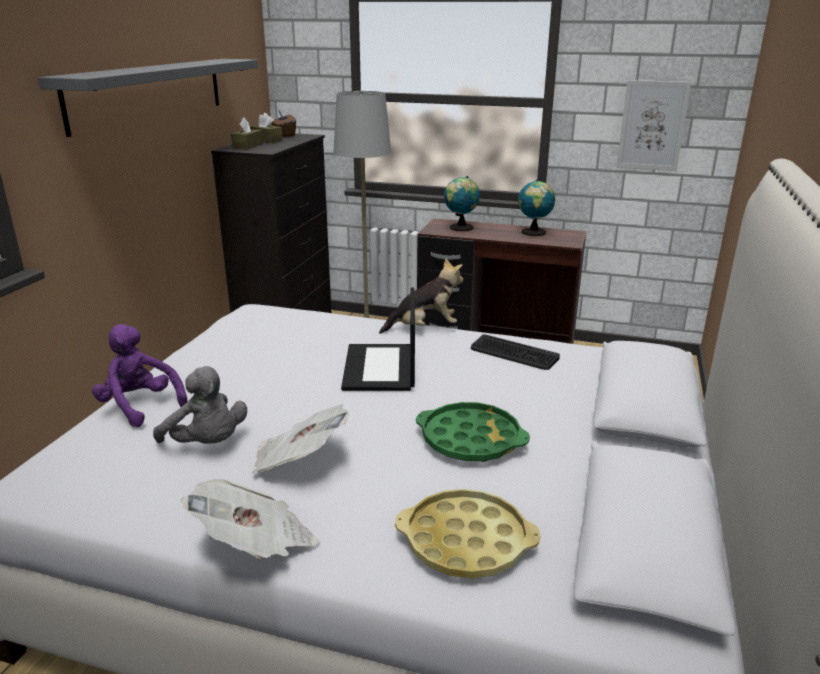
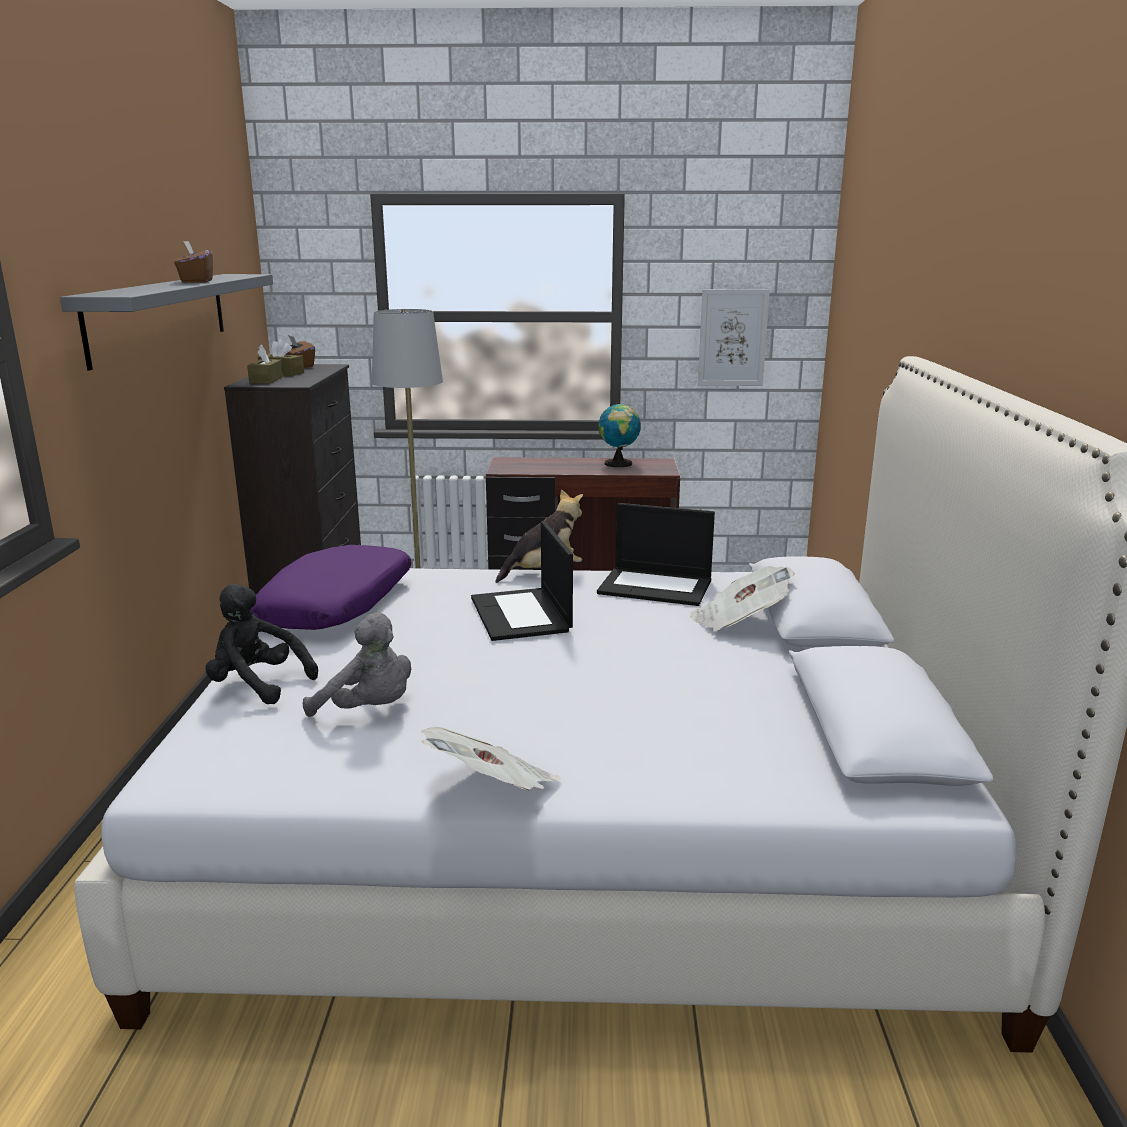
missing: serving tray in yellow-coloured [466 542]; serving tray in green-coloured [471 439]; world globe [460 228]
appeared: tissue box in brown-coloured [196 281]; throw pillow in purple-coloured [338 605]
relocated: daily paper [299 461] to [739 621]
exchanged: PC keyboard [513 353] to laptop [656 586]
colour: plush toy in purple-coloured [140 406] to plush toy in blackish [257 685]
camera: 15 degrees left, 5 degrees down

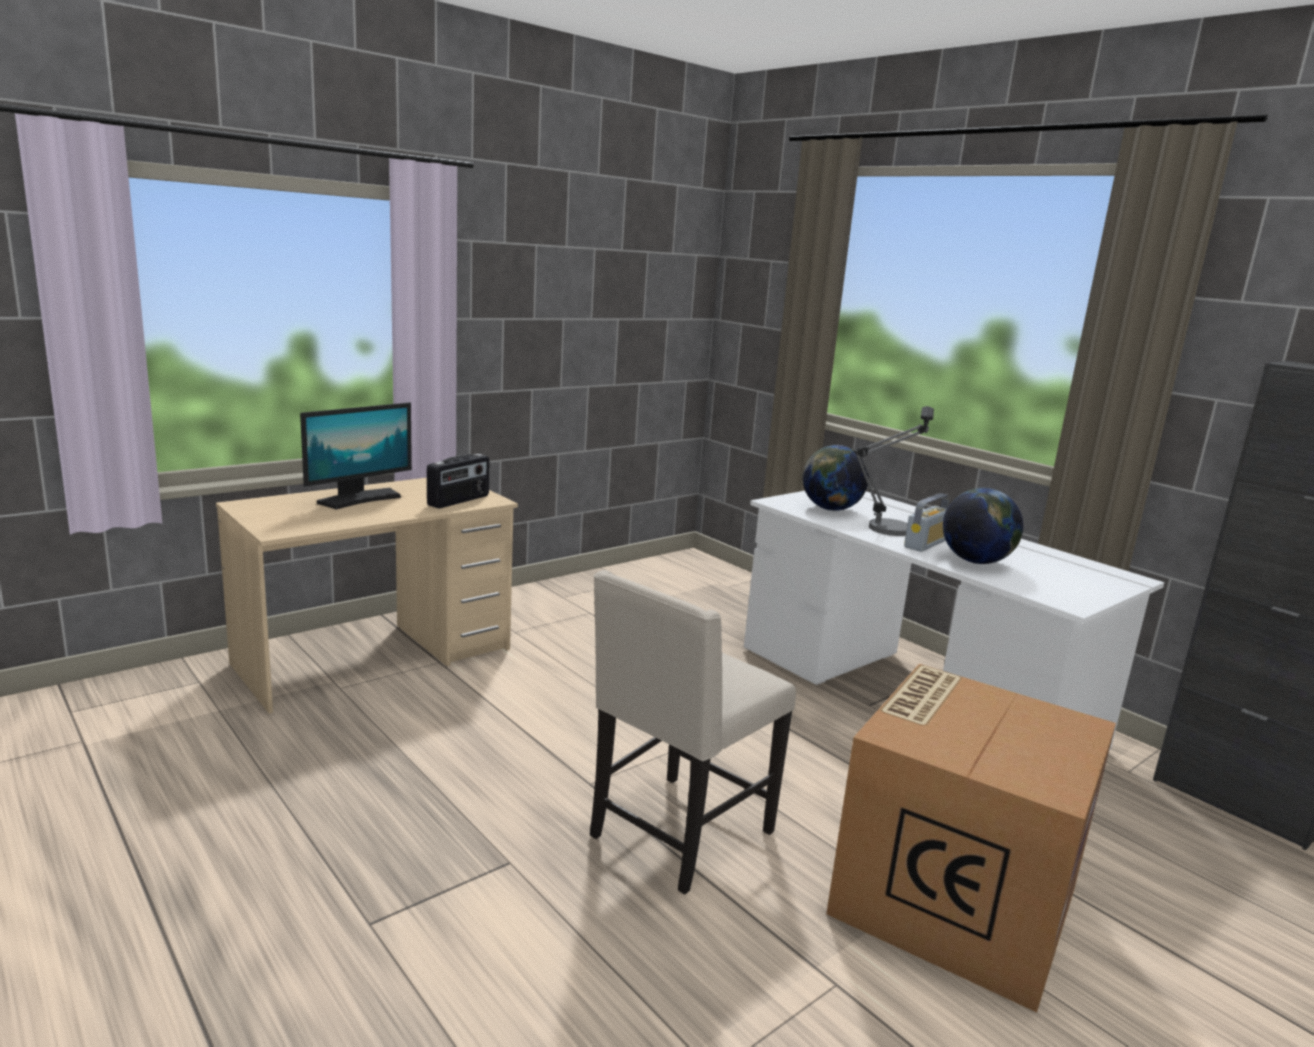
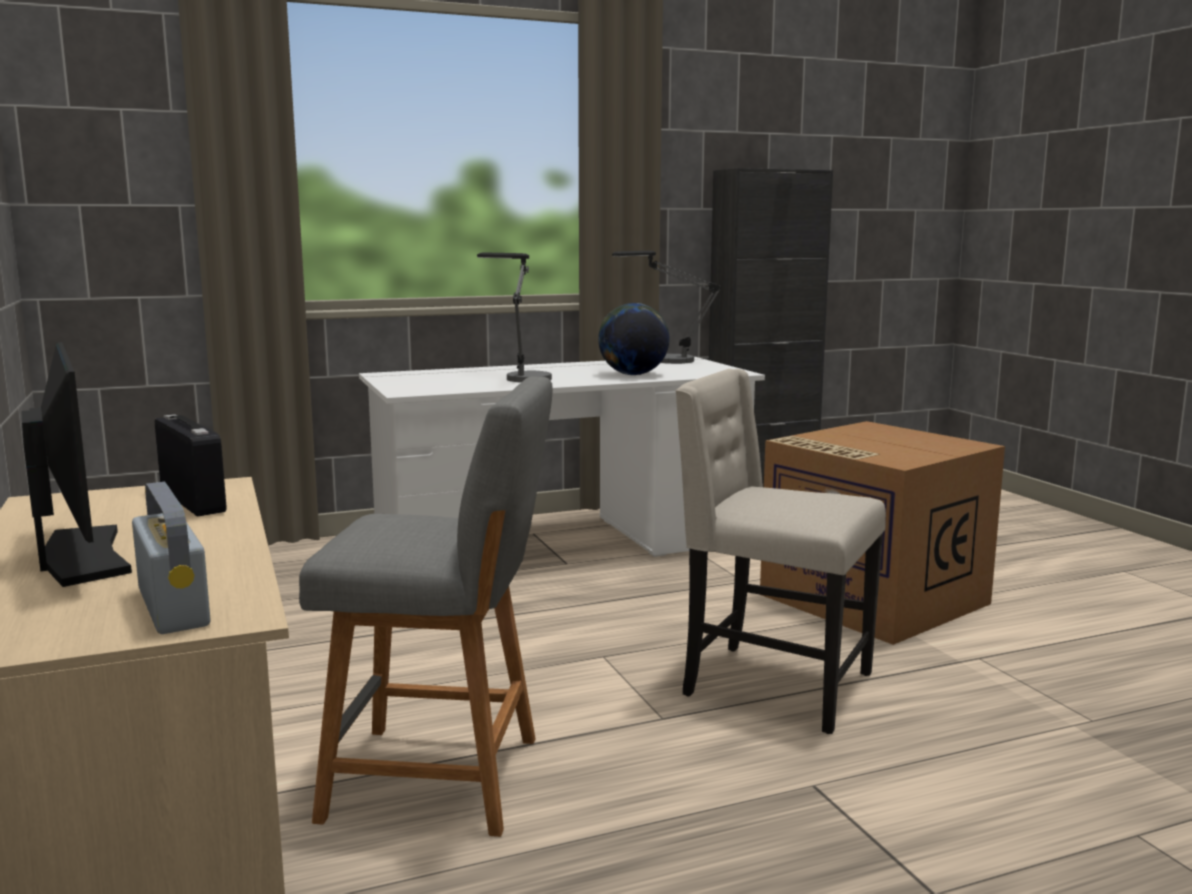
missing: world globe [830 509]
appeared: sitting stool in greyish [444 779]; tabletop lamp [664 362]
relocated: radio set [925 543] to [173 607]
spun: chair in sand-coloured [677 835] = [773 685] 150 degrees clockwise
camera: 70 degrees left, 5 degrees down

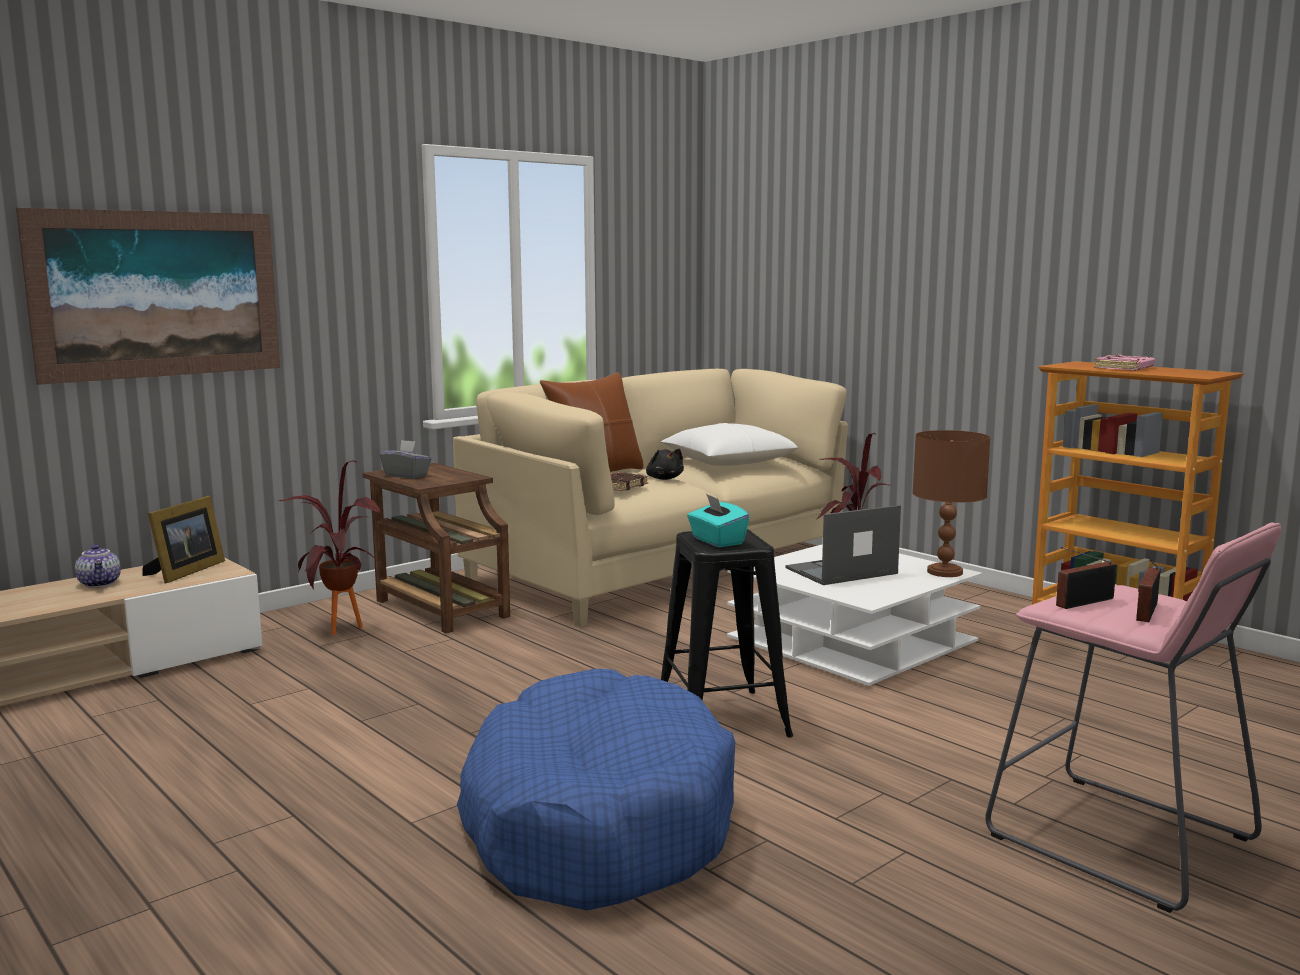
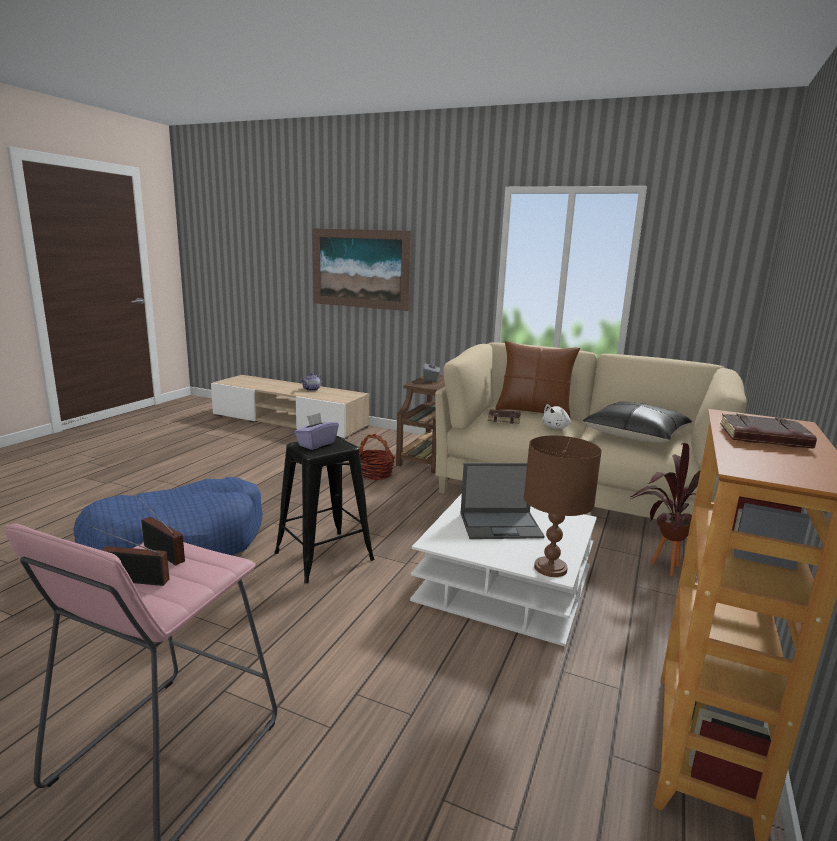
missing: picture frame [184 572]; houseplant [339 633]
appeared: household basket [374 474]
colour: plush toy in blackish [664 479] to plush toy in white-coloured [556 427]; throw pillow in white-coloured [728 462] to throw pillow in blackish [635 435]; tissue box in turquoise [717 541] to tissue box in purple-coloured [316 444]; bound book in pinkish [1124 368] to bound book in brown-coloured [763 438]
spun: laptop [840 571] = [501 525] 135 degrees clockwise
camera: 65 degrees right, 5 degrees up

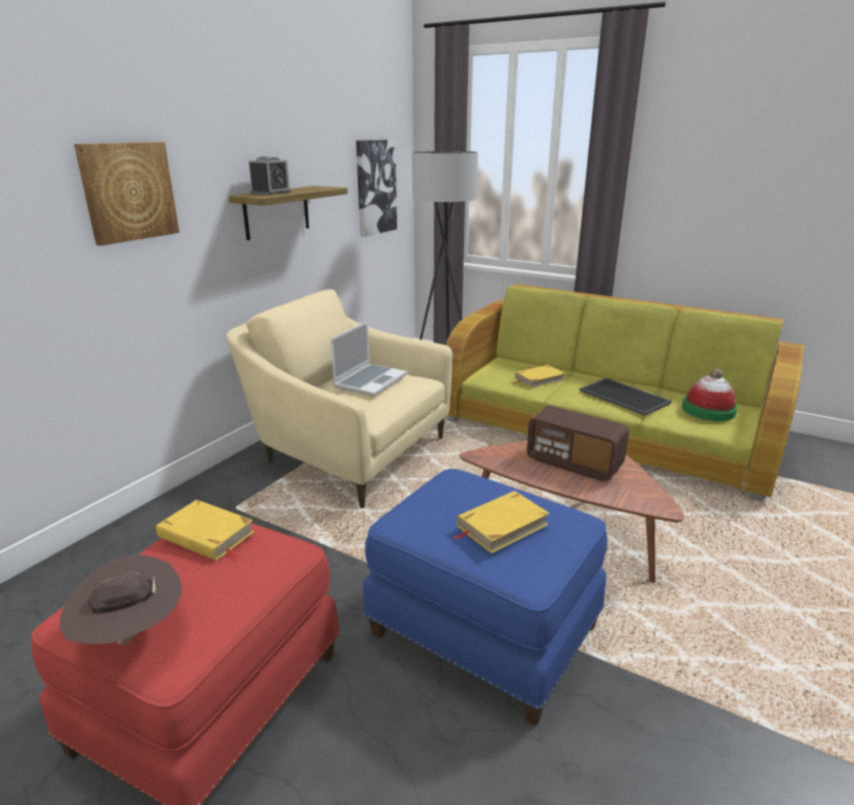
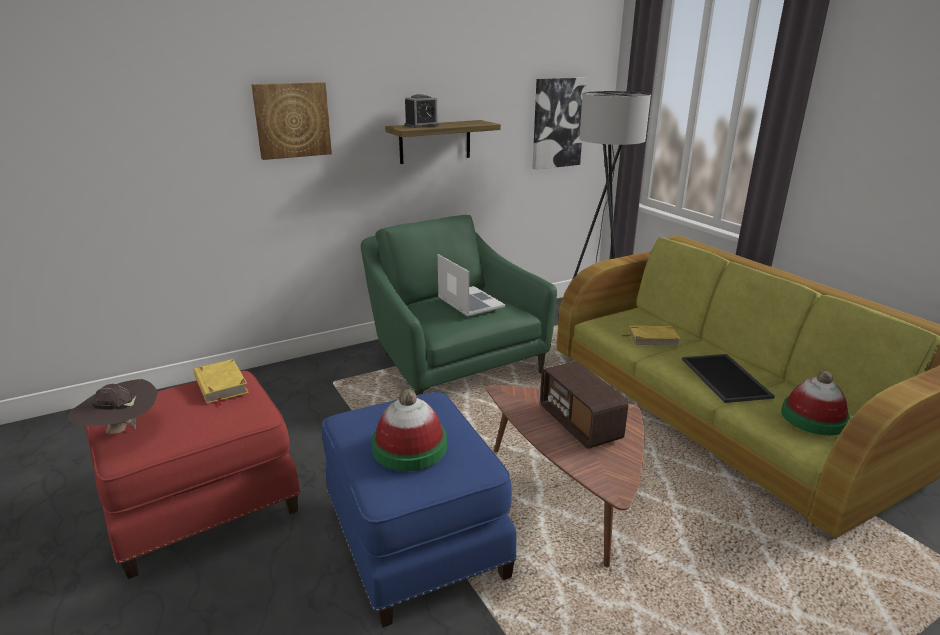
exchanged: bound book in yellow-coloured [502 525] to hat [410 447]
colour: easy chair in sand-coloured [347 453] to easy chair in green-coloured [450 364]
spun: laptop [370 381] = [469 303] 90 degrees counterclockwise
camera: 30 degrees right, 0 degrees up

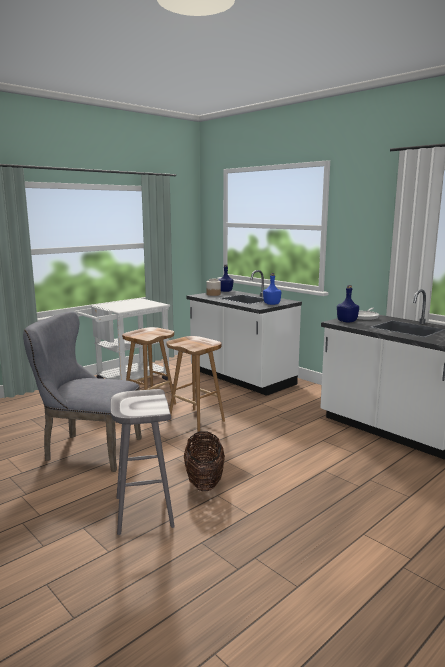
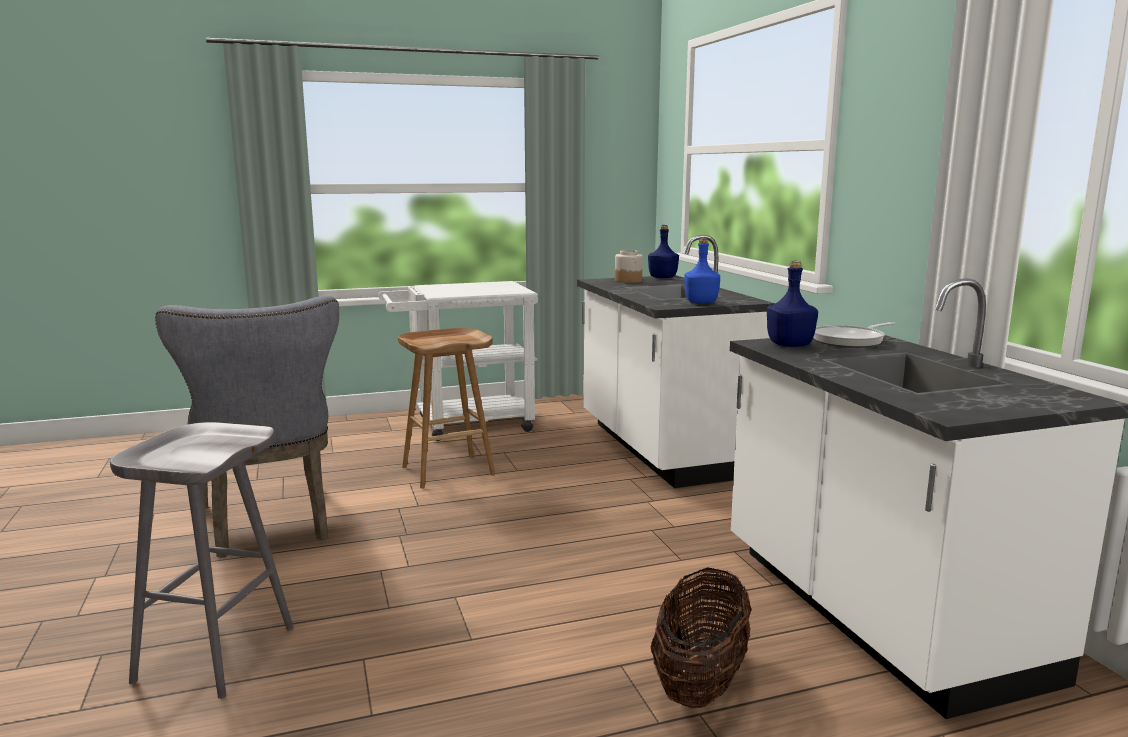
missing: sitting stool in brown-coloured [197 420]
relocated: household basket [204 481] to [700 681]
spun: chair in greyish [87 450] = [269 525] 150 degrees counterclockwise
camera: 25 degrees right, 0 degrees up

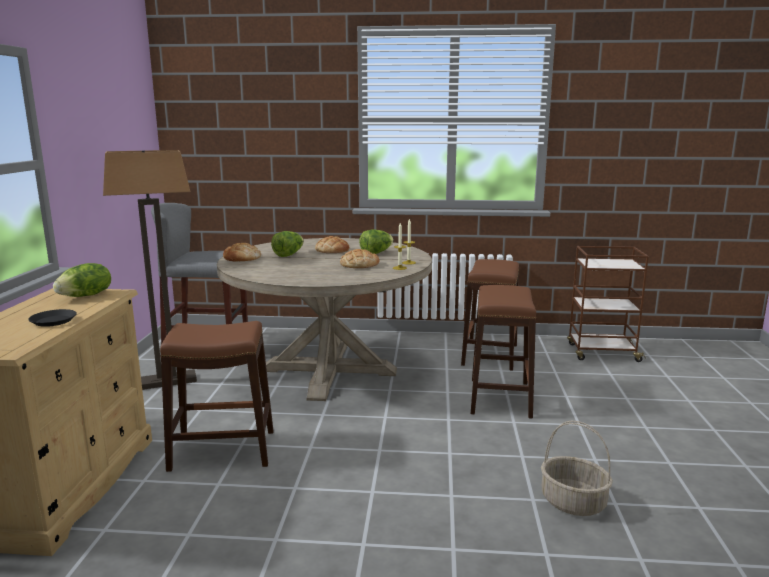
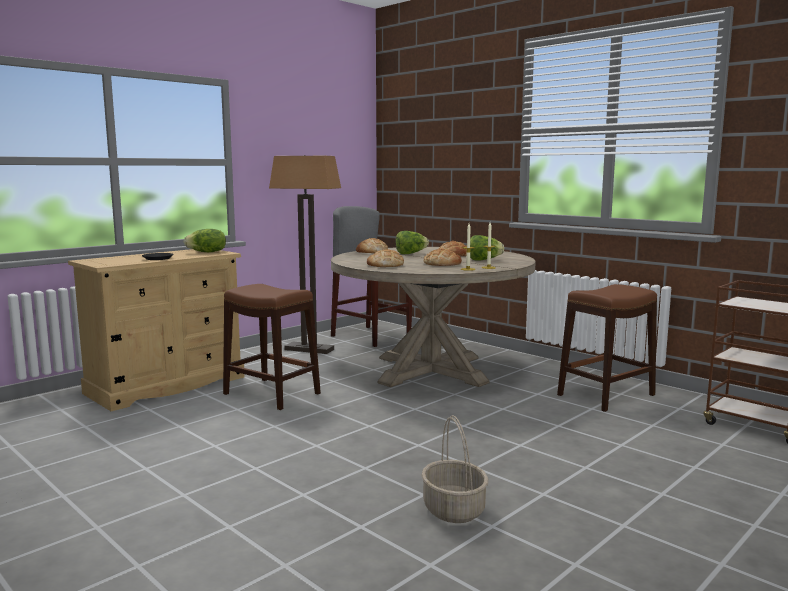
missing: sitting stool in brown-coloured [500 397]
appeared: bakery bread [385 265]
camera: 40 degrees right, 5 degrees down

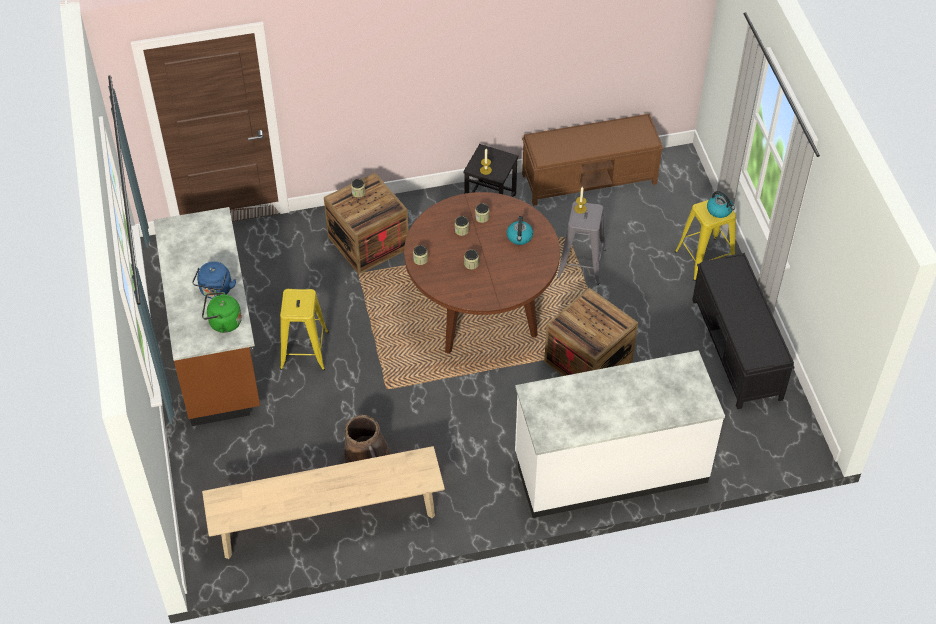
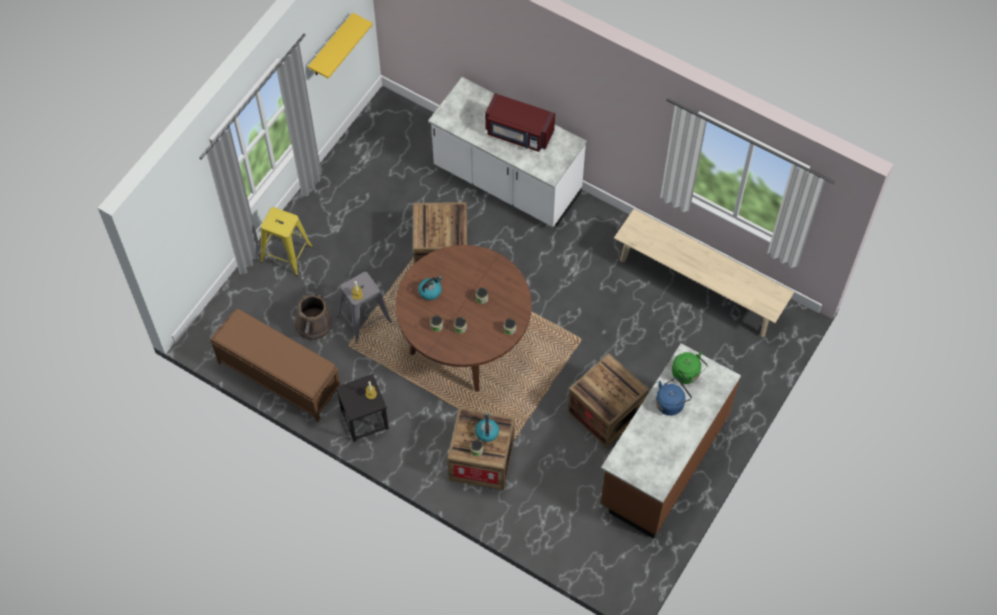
missing: indoor bench in blackish [737 349]
appeared: bracket shelf in yellow-coloured [331 47]; kitchen microwave in reddish [518 133]
relocated: pail in brown-coloured [366 455] to [314 324]; water kettle [719 210] to [487 432]
exchanged: sitting stool in yellow-coloured [304 350] to shipping crate [606 412]
camera: 135 degrees left, 10 degrees up

